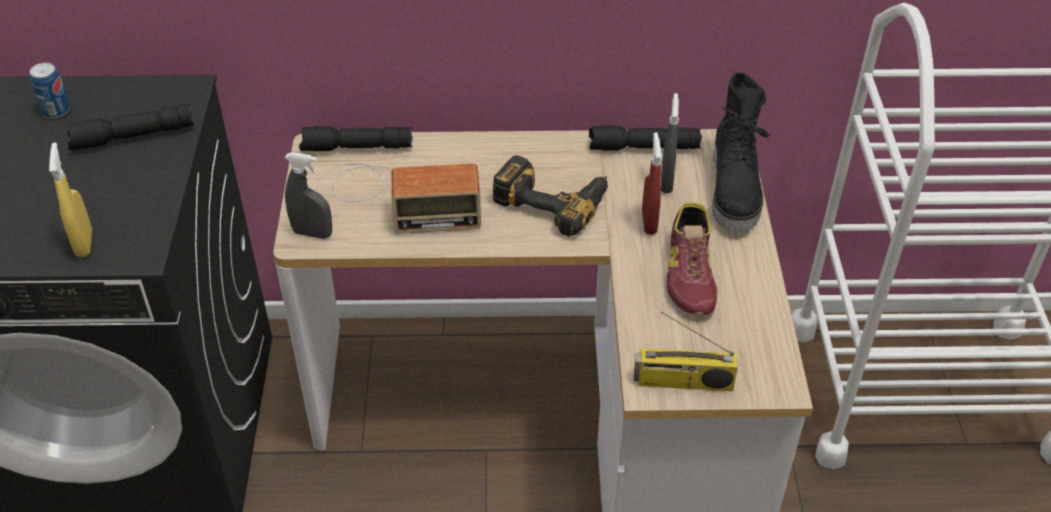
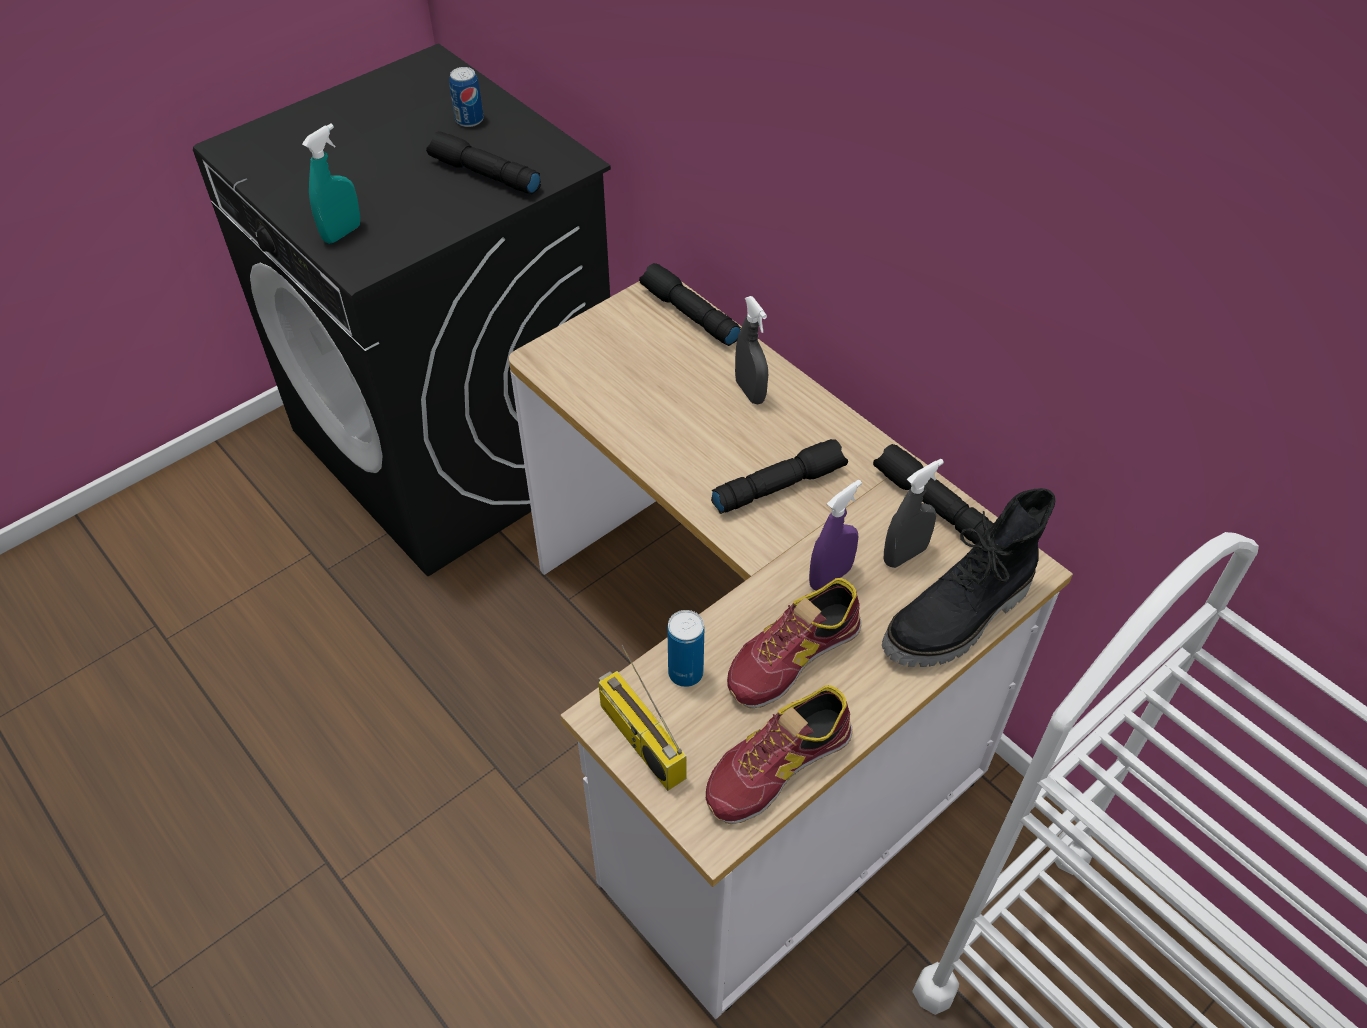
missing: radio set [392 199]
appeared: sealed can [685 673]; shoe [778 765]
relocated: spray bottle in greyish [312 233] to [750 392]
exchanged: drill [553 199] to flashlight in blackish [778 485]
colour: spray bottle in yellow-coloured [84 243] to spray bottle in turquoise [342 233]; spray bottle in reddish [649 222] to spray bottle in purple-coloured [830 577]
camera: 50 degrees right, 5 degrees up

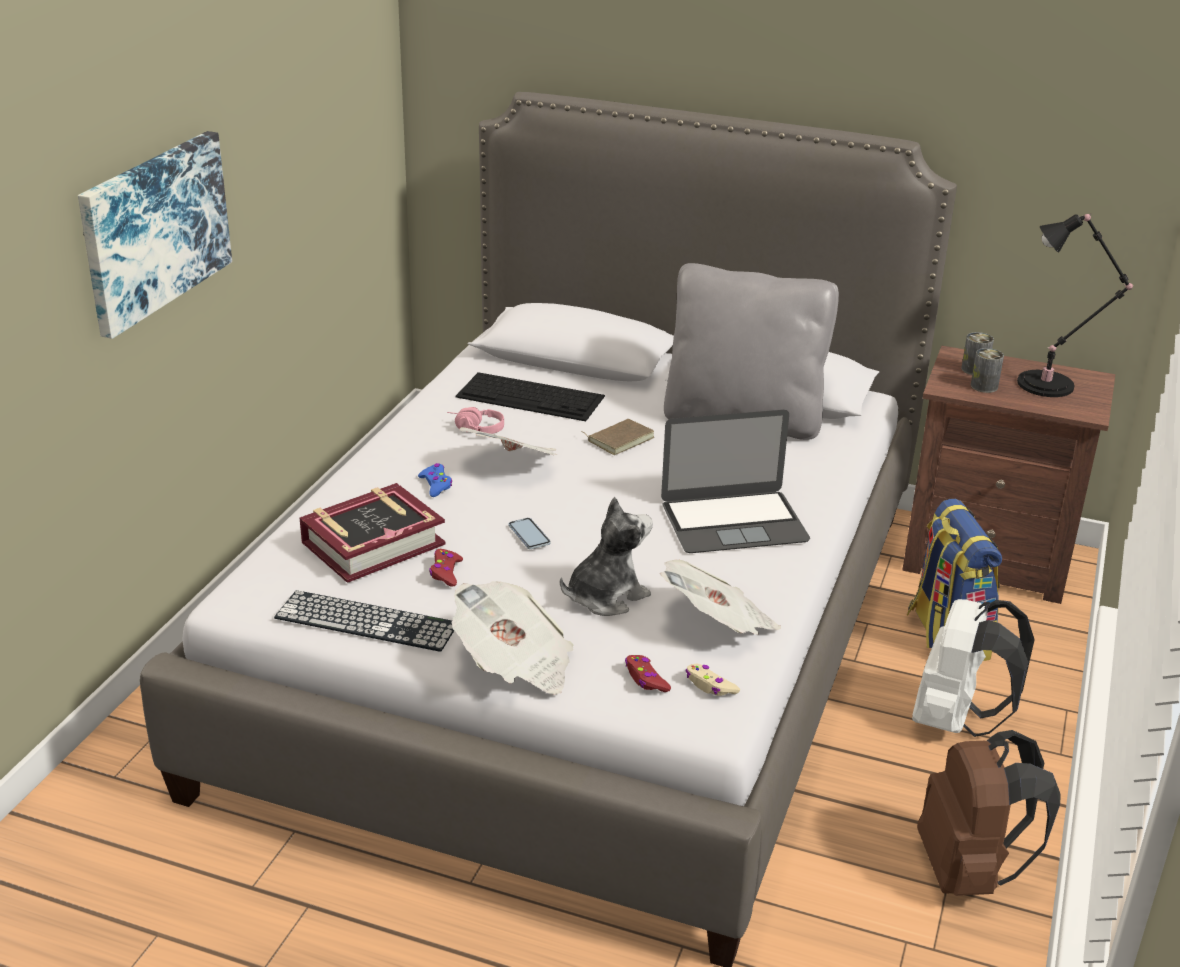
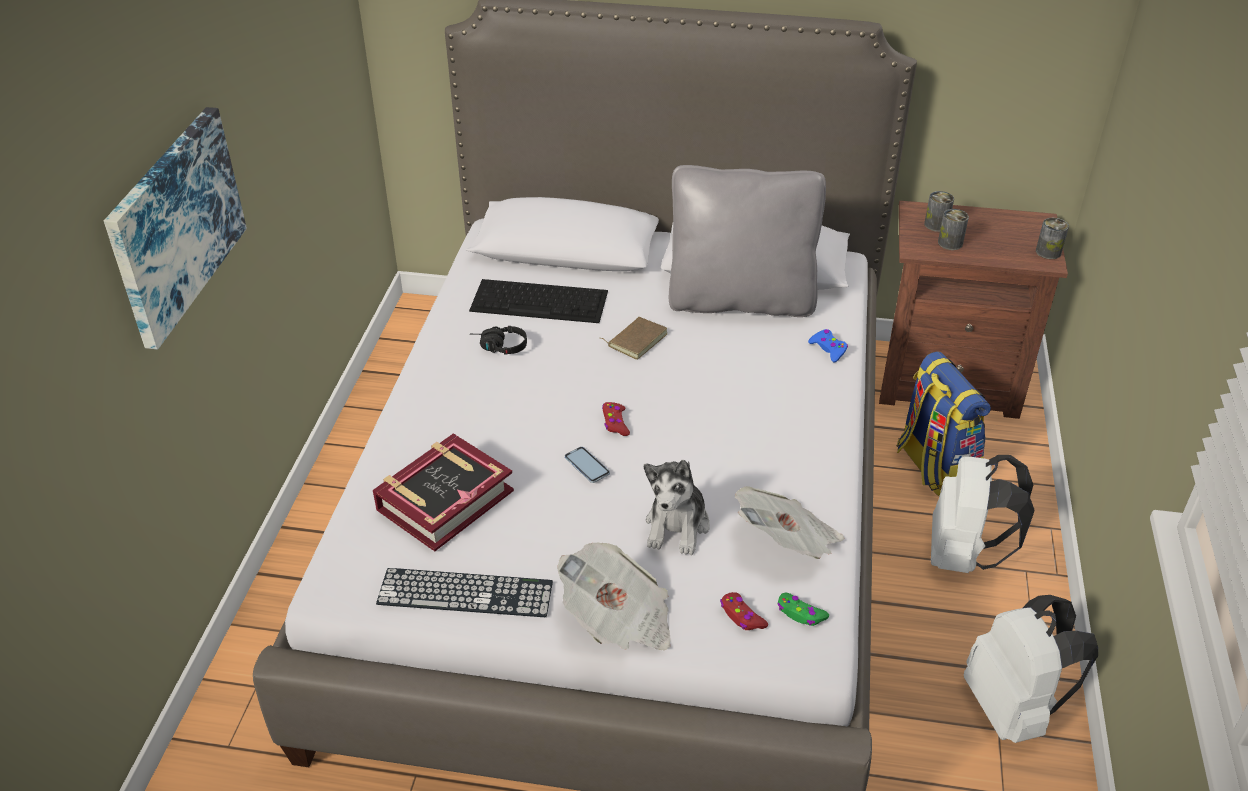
missing: daily paper [513 465]; laptop [734 522]; tabletop lamp in blackish [1050 385]
appeared: sealed can [1048 252]
relocated: game controller in blue-coloured [436 485] to [828 349]; game controller in reddish [445 572] to [615 423]
colour: headset in pinkish [474 429] to headset in blackish [498 347]; game controller in sand-coloured [710 686] to game controller in green-coloured [800 614]; backpack in brown-coloured [969 871] to backpack in white-coloured [1013 709]
spun: plush toy [605 596] = [677 526] 150 degrees clockwise
camera: 10 degrees left, 10 degrees up

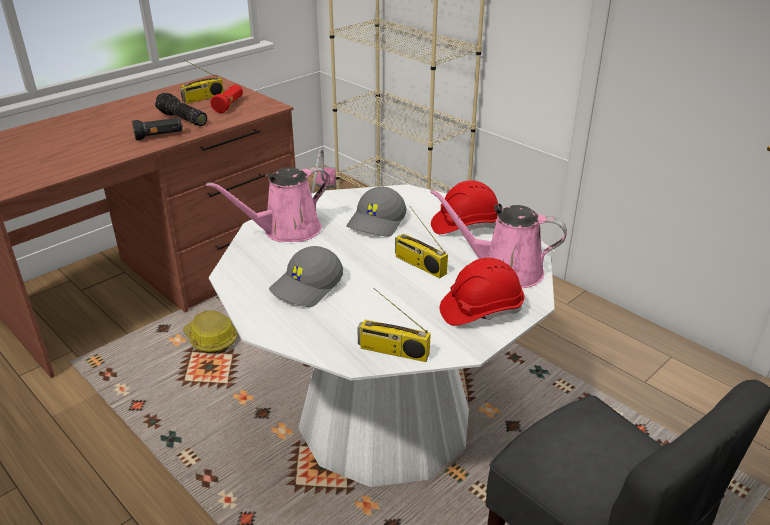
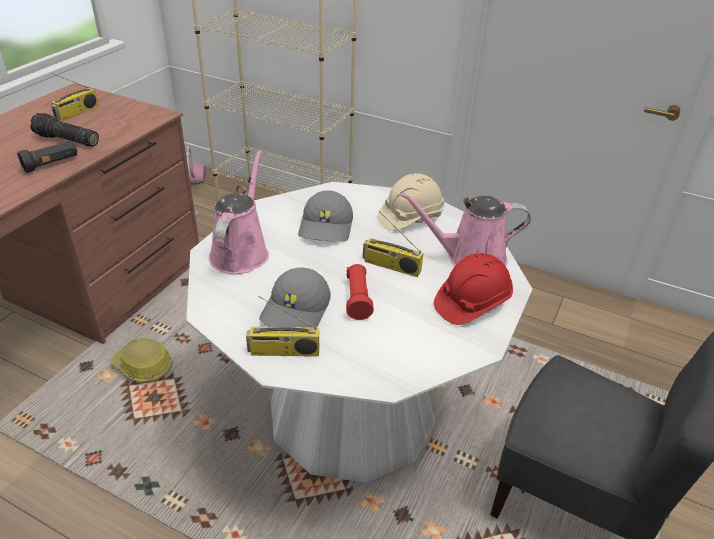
relocated: flashlight in reddish [229 105] to [358 299]; radio set [392 351] to [283 352]
colour: hard hat in reddish [465 225] to hard hat in sand-coloured [410 217]
spun: watering pot in pinkish [286 231] = [241 252] 150 degrees clockwise
camera: 20 degrees left, 5 degrees up

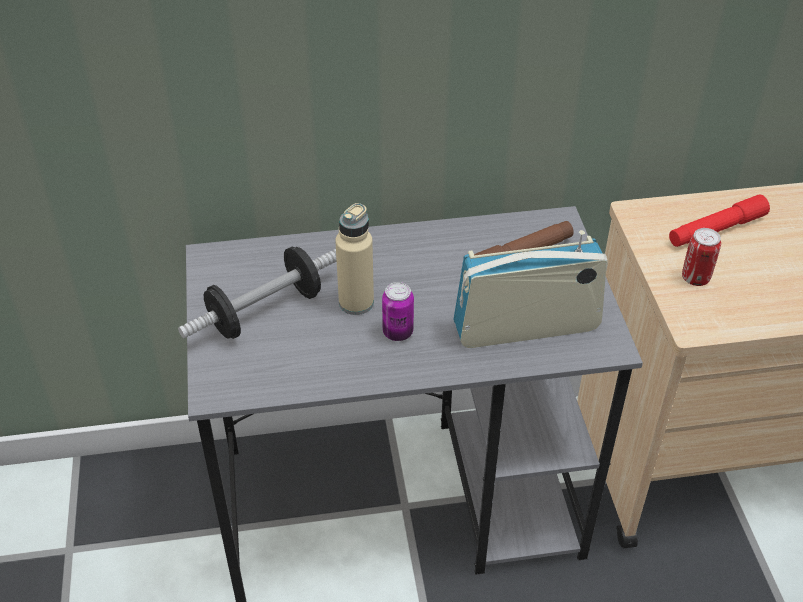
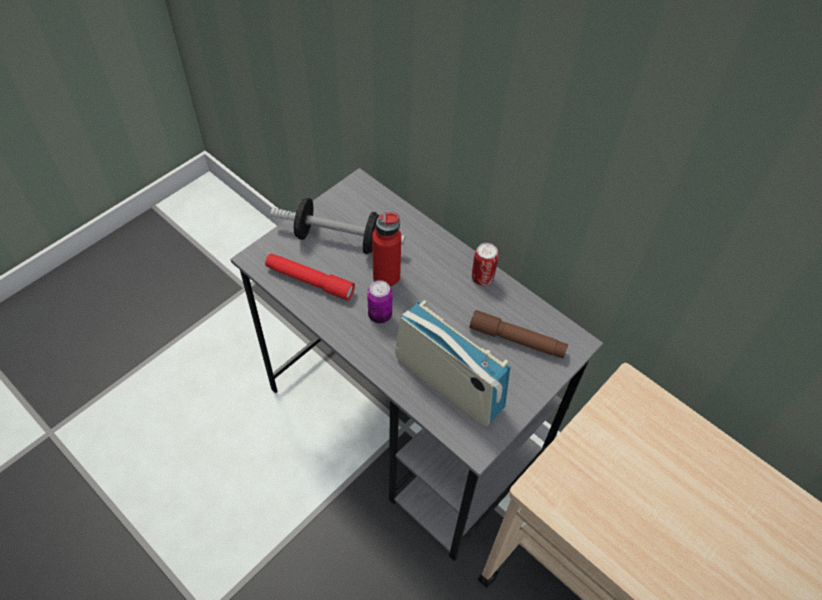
relocated: flashlight in reddish [716 229] to [309 281]; sealed can [695 278] to [482 278]
colour: bottle in sand-coloured [356 302] to bottle in reddish [386 278]
camera: 50 degrees right, 10 degrees up

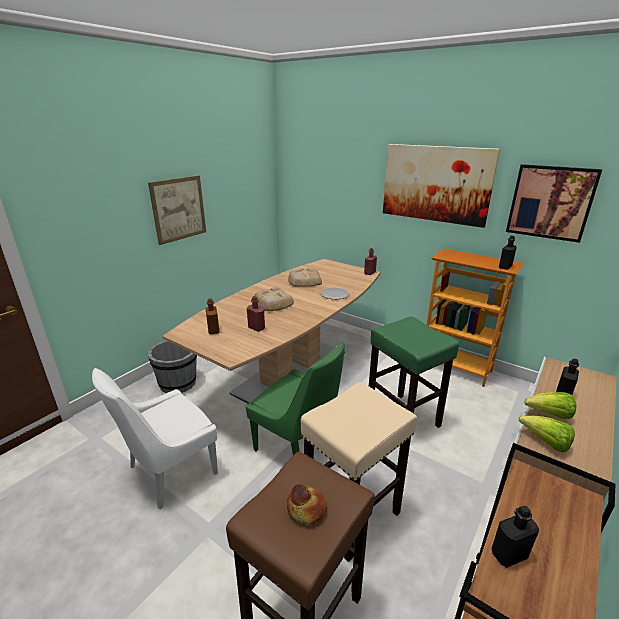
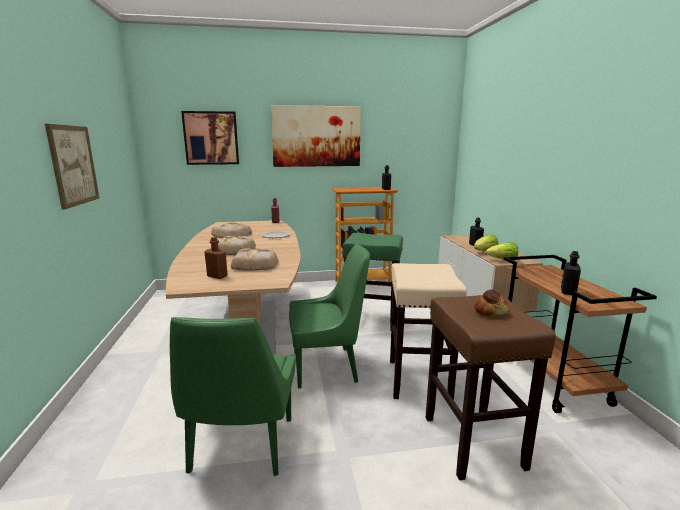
missing: pail in greyish [178 383]
relocated: wall picture [550 202] to [211 138]
exchanged: bottle in reddish [256 328] to bakery bread [255 264]
colour: chair in white-coloured [170 472] to chair in green-coloured [241 447]
camera: 45 degrees left, 10 degrees down

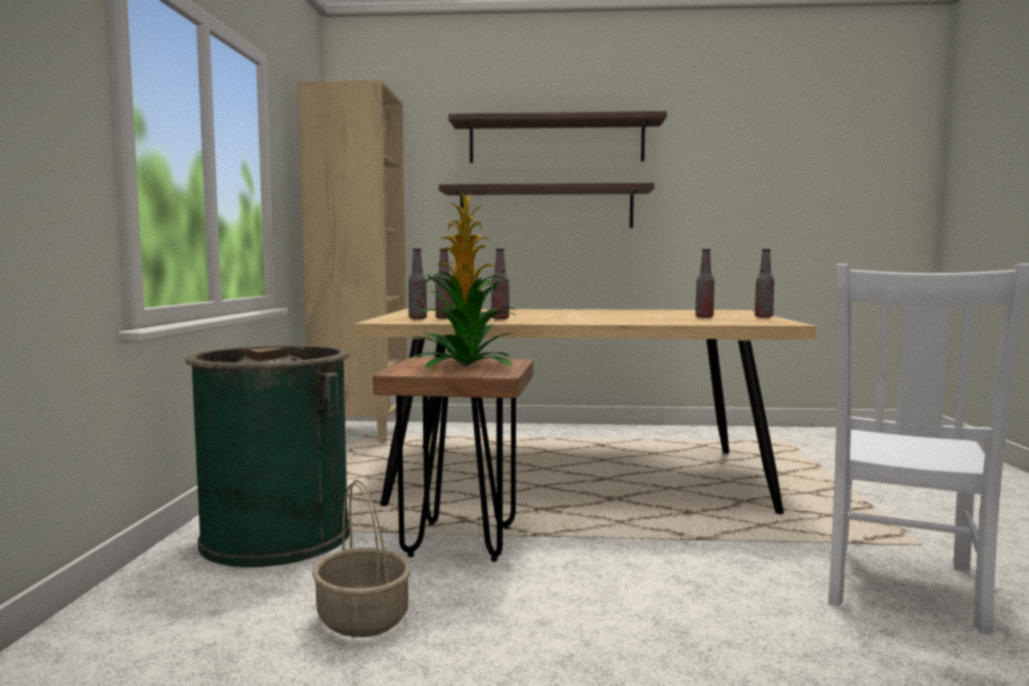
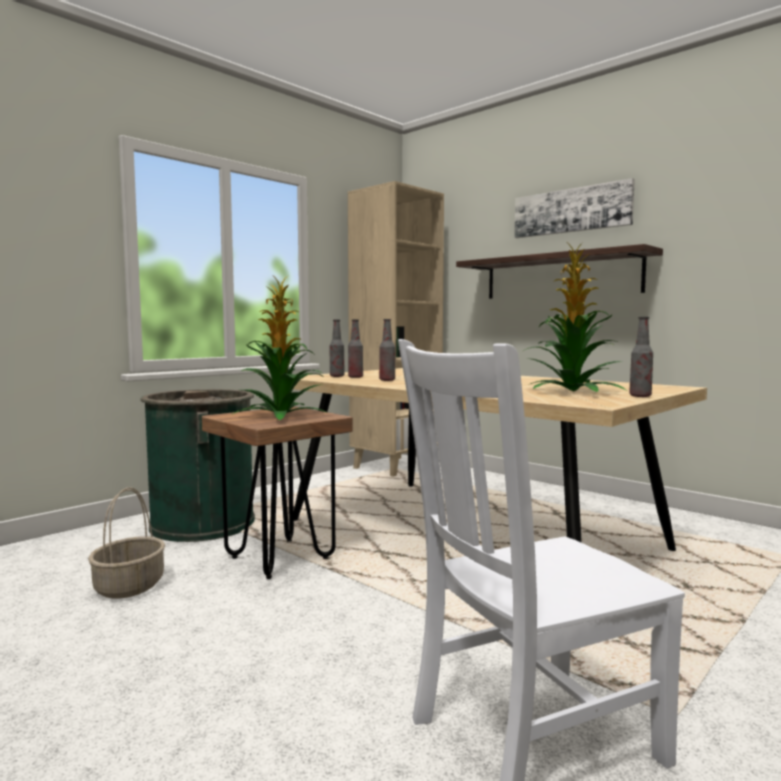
exchanged: bracket shelf [556 142] to wall picture [571 211]; bottle [704 317] to houseplant [571 391]
camera: 40 degrees right, 0 degrees up

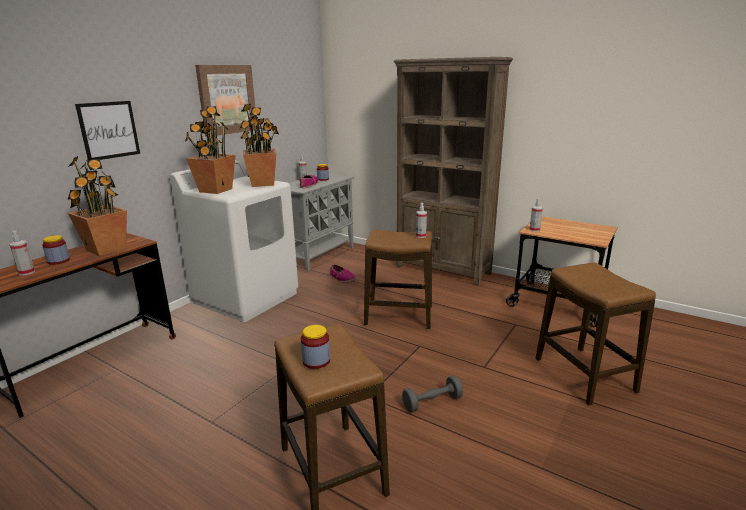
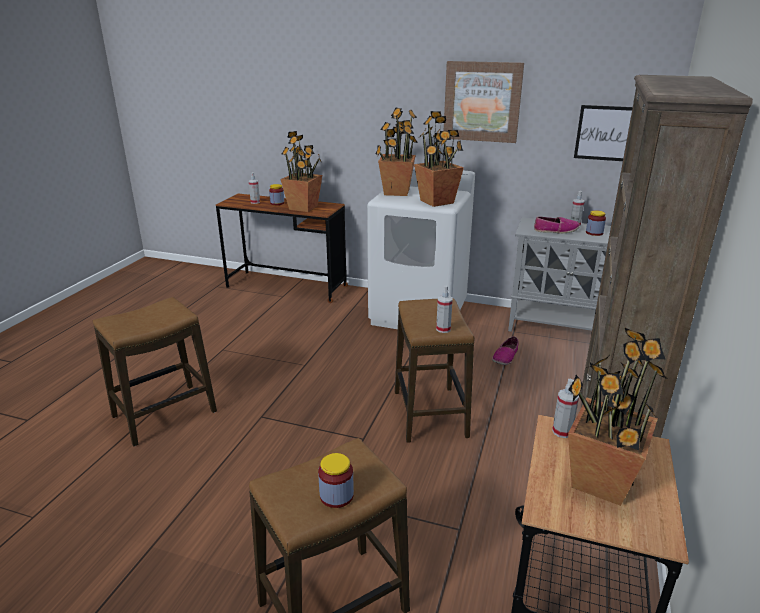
missing: hand weight in greyish [432 402]
appeared: houseplant [600 482]
relocated: wall picture [109 130] to [604 133]; preserve jar [316 361] to [336 495]
camera: 75 degrees right, 5 degrees up

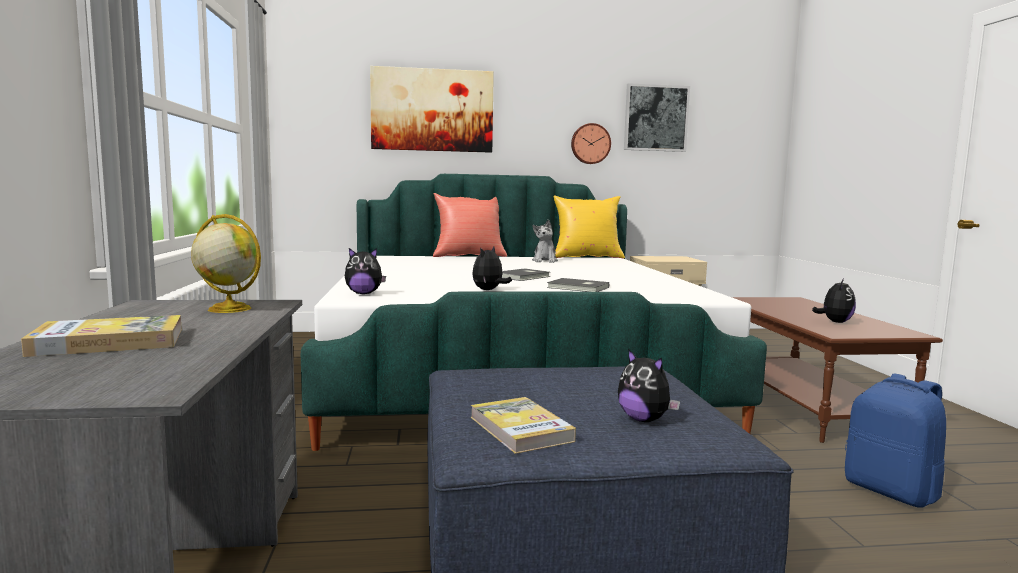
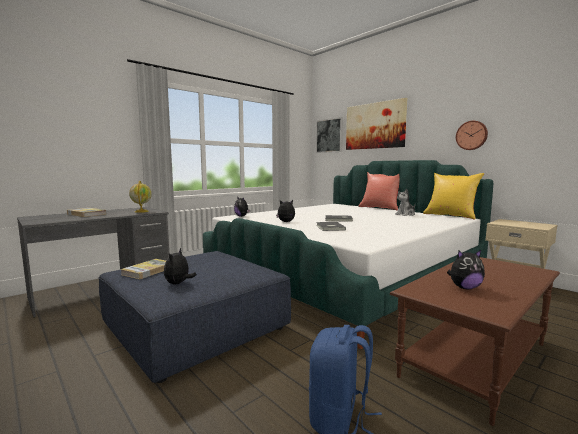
relocated: wall picture [656 118] to [329 135]
camera: 55 degrees right, 0 degrees up

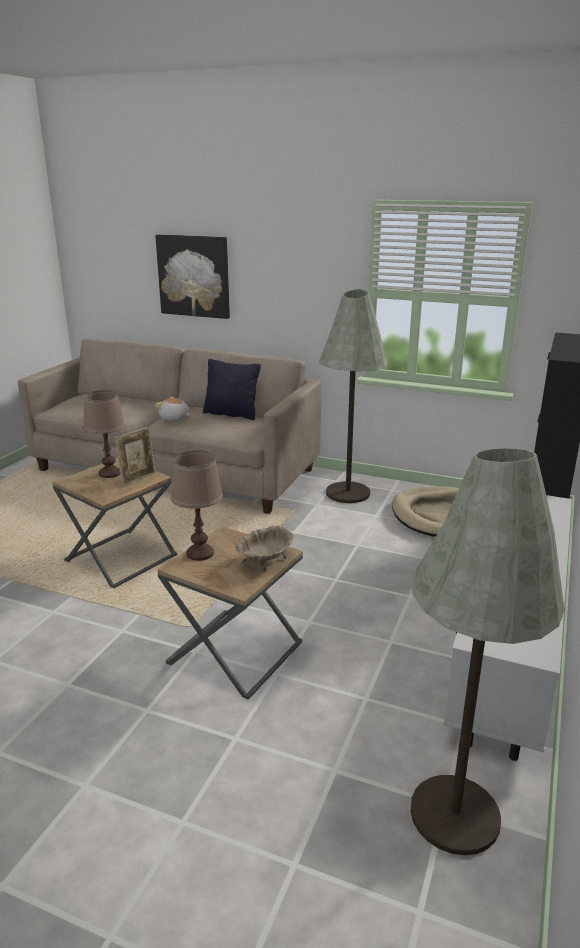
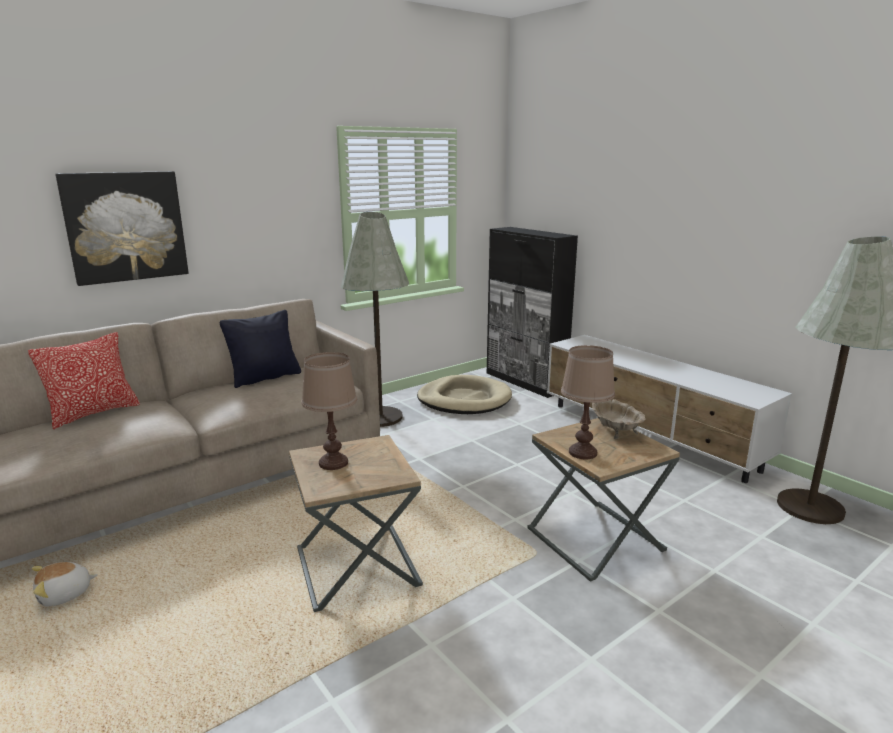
missing: picture frame [138 478]
appeared: throw pillow [94 413]
relocated: plush toy [174 418] to [65 595]
camera: 60 degrees left, 5 degrees down

